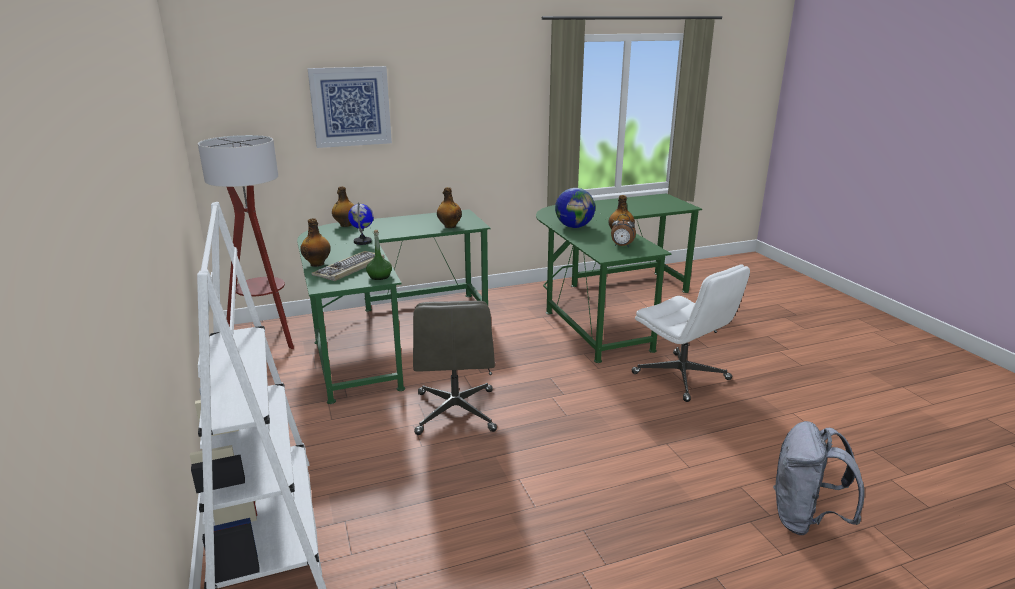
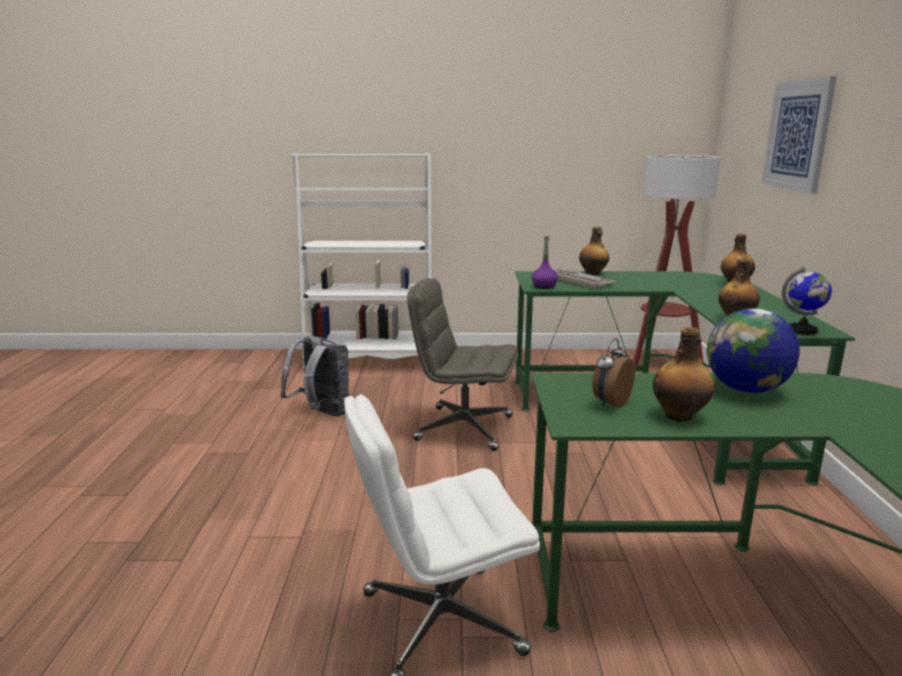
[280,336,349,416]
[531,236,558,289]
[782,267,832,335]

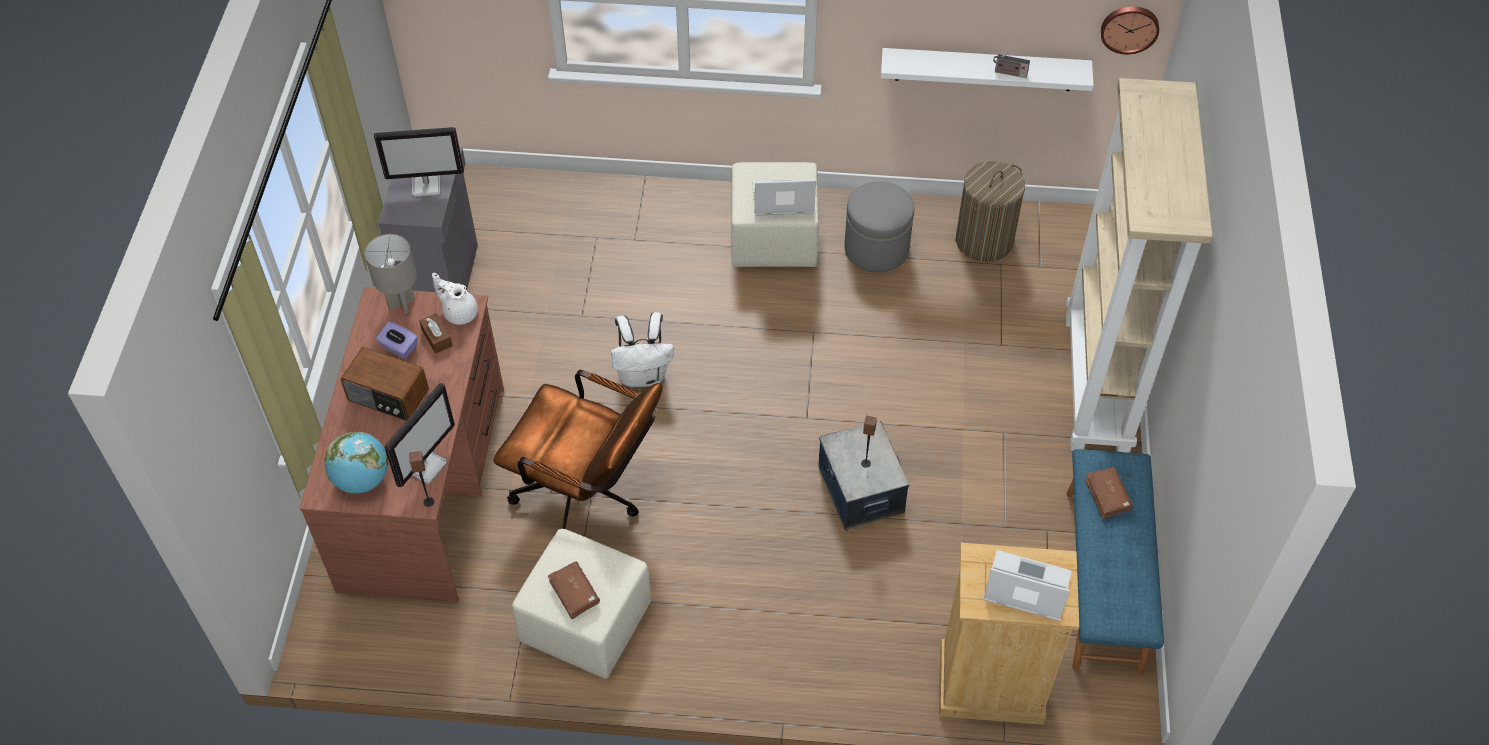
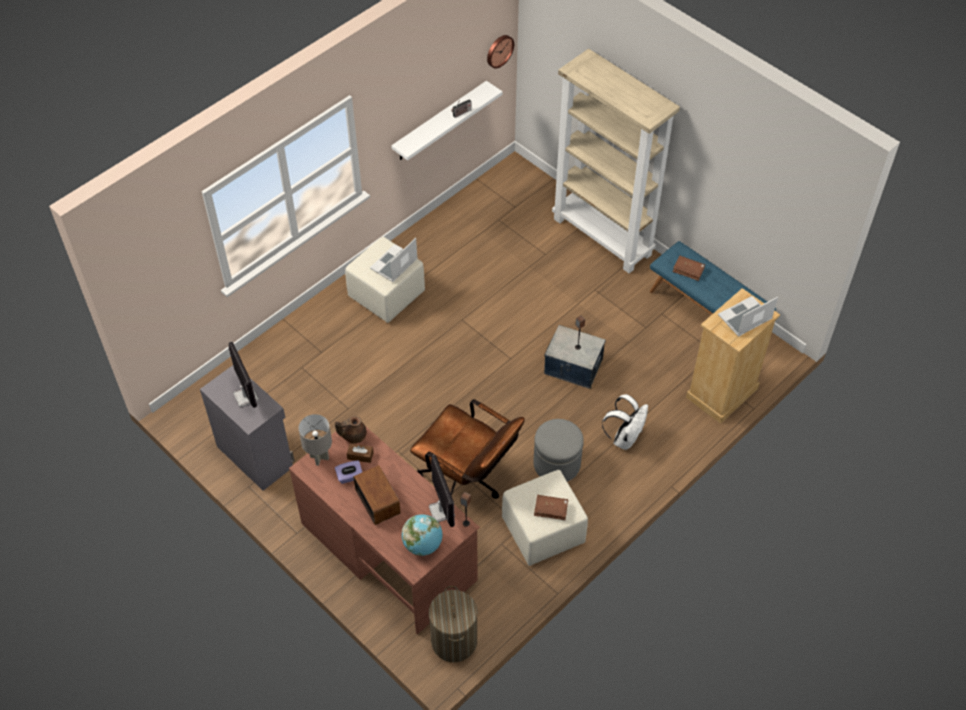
[229,342,258,408]
[335,416,367,444]
[353,465,401,525]
[410,399,525,499]
[429,586,477,662]
[533,419,584,482]
[602,394,648,450]

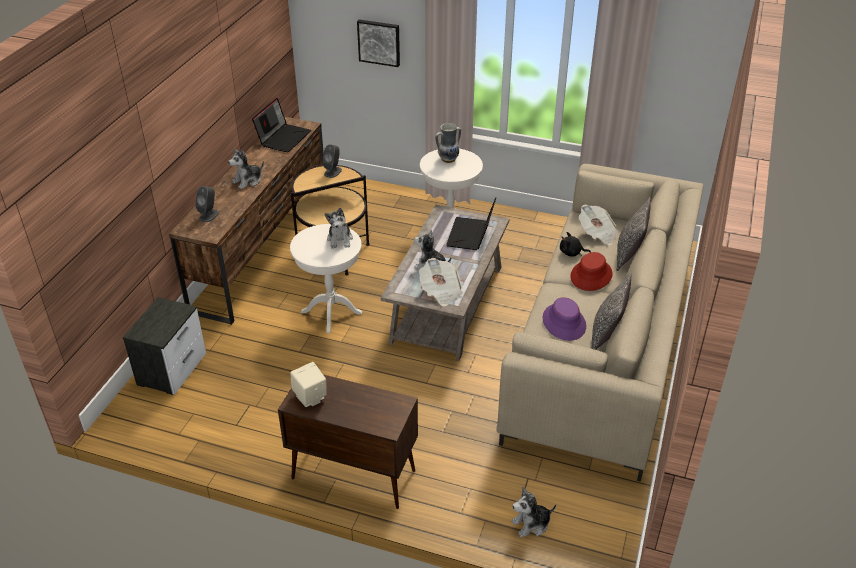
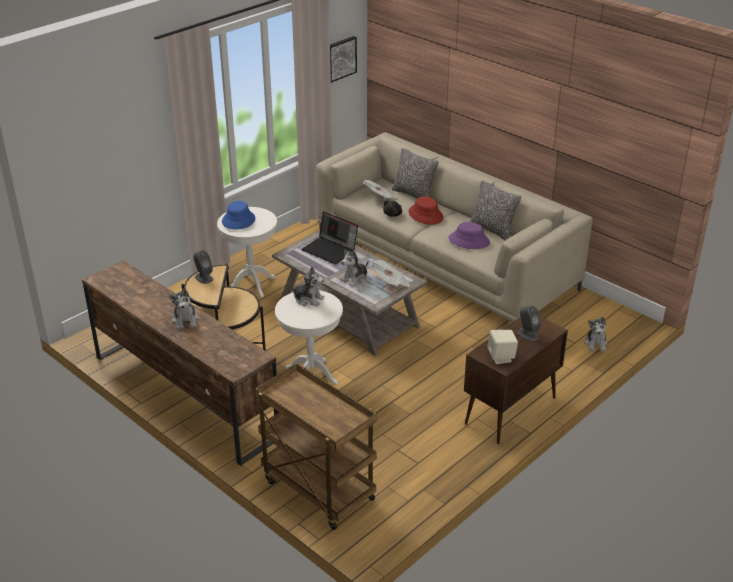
[222,201,255,230]
[255,363,377,530]
[330,36,357,83]
[517,306,541,341]
[252,98,311,152] (first image)

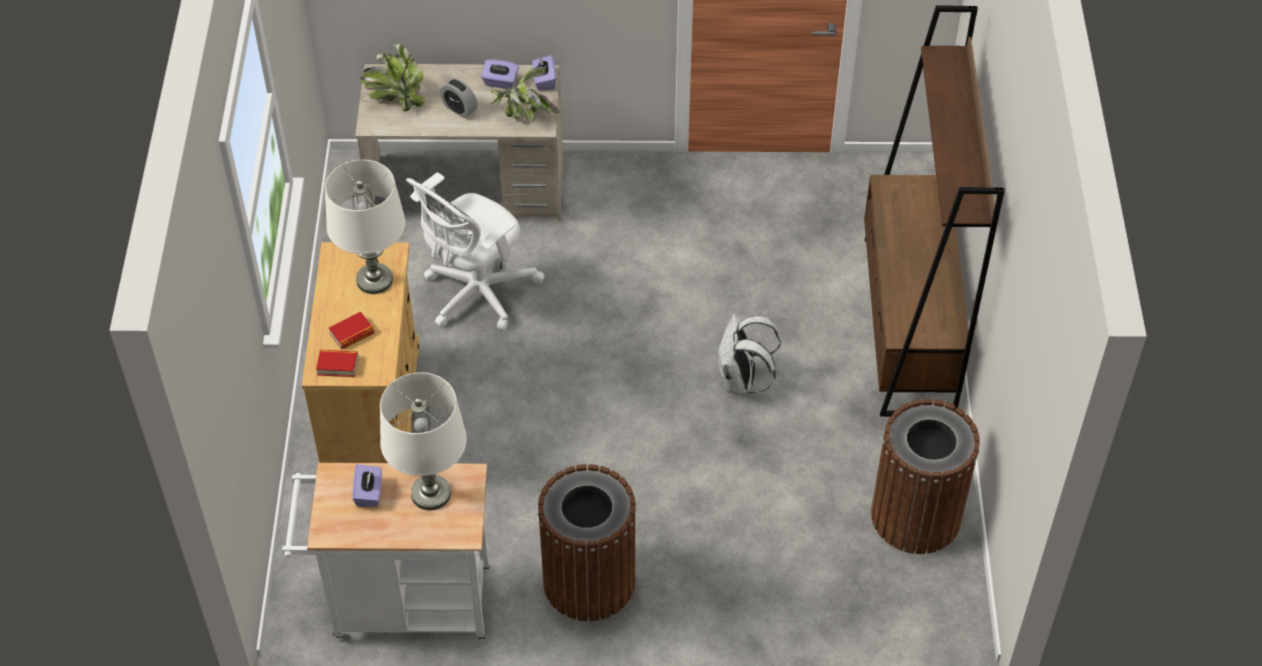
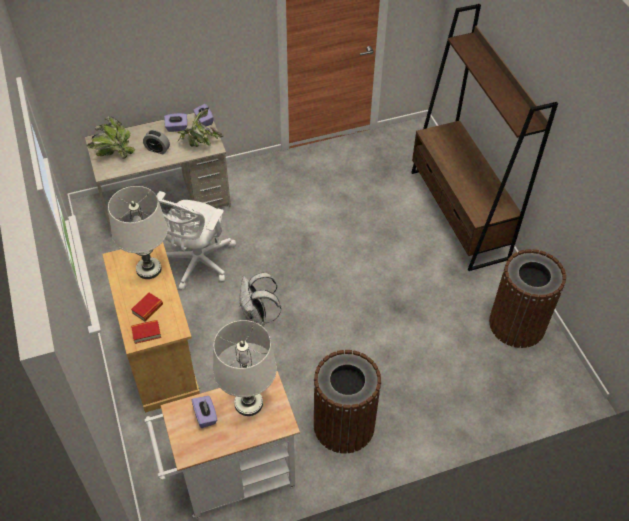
[239,272,281,326]

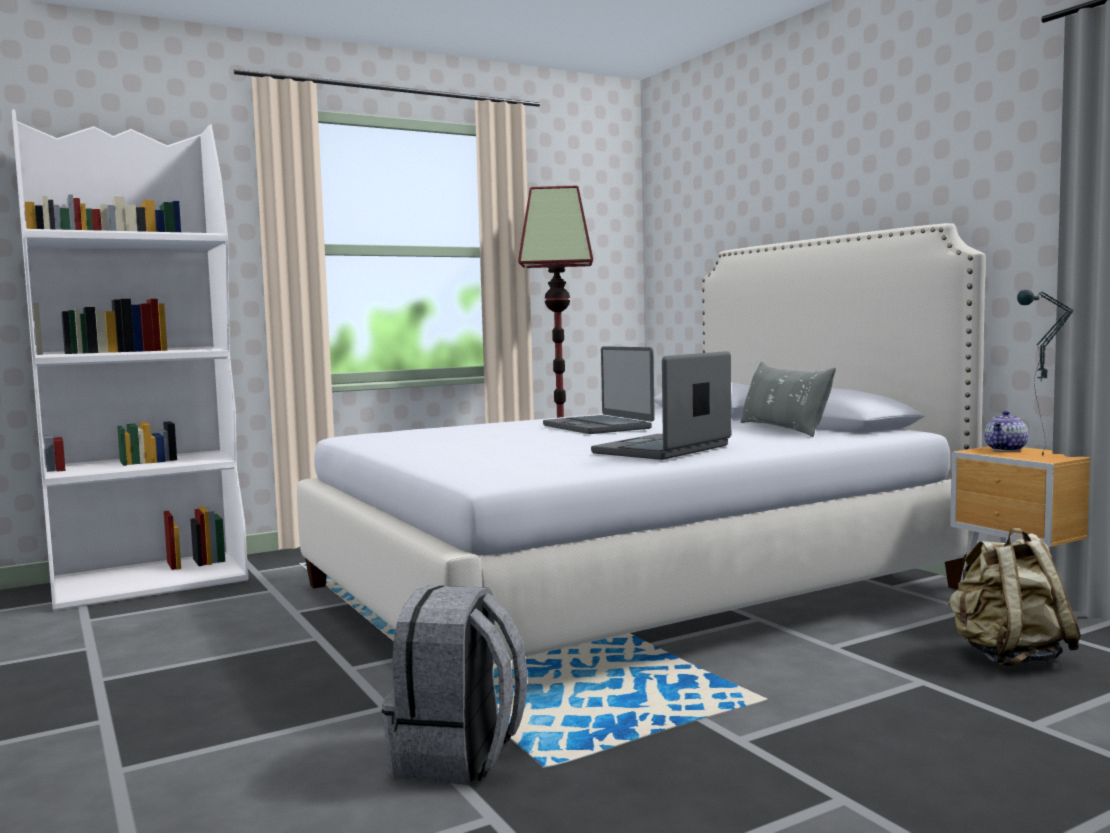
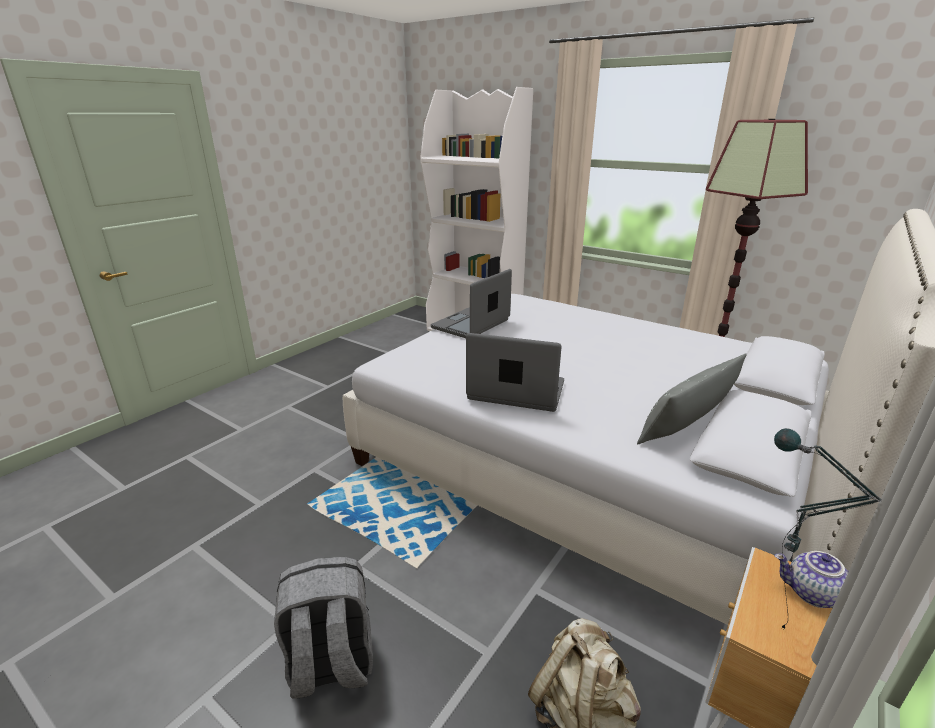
[274,557,373,699]
[431,269,512,338]

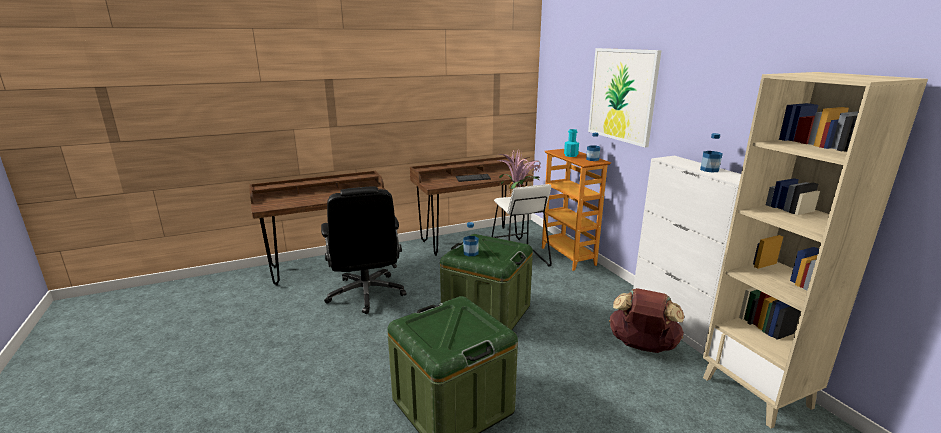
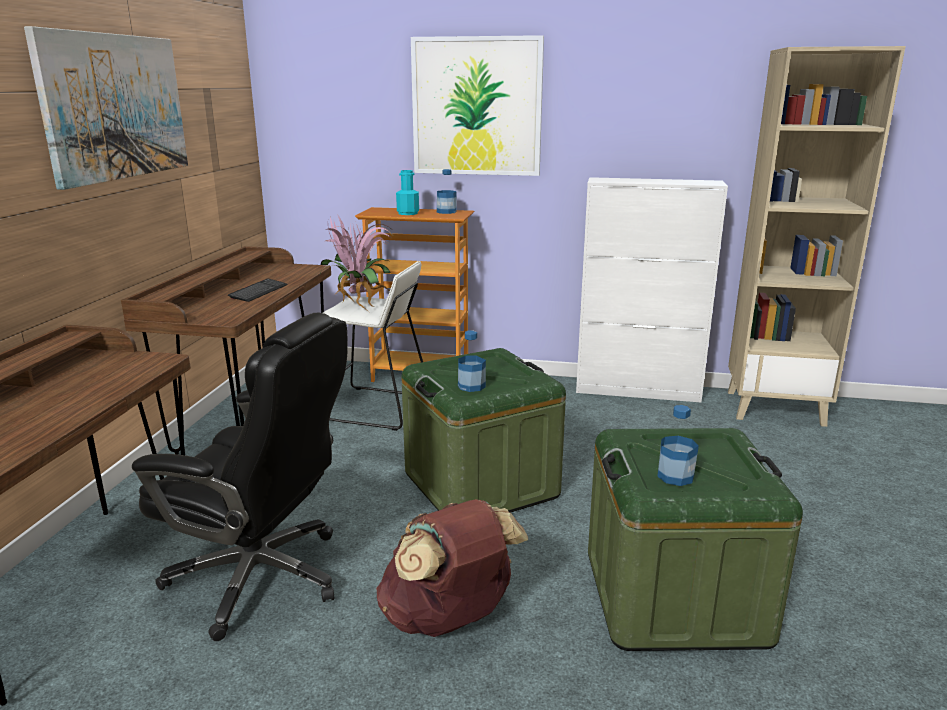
[24,26,188,190]
[376,499,528,637]
[657,405,699,486]

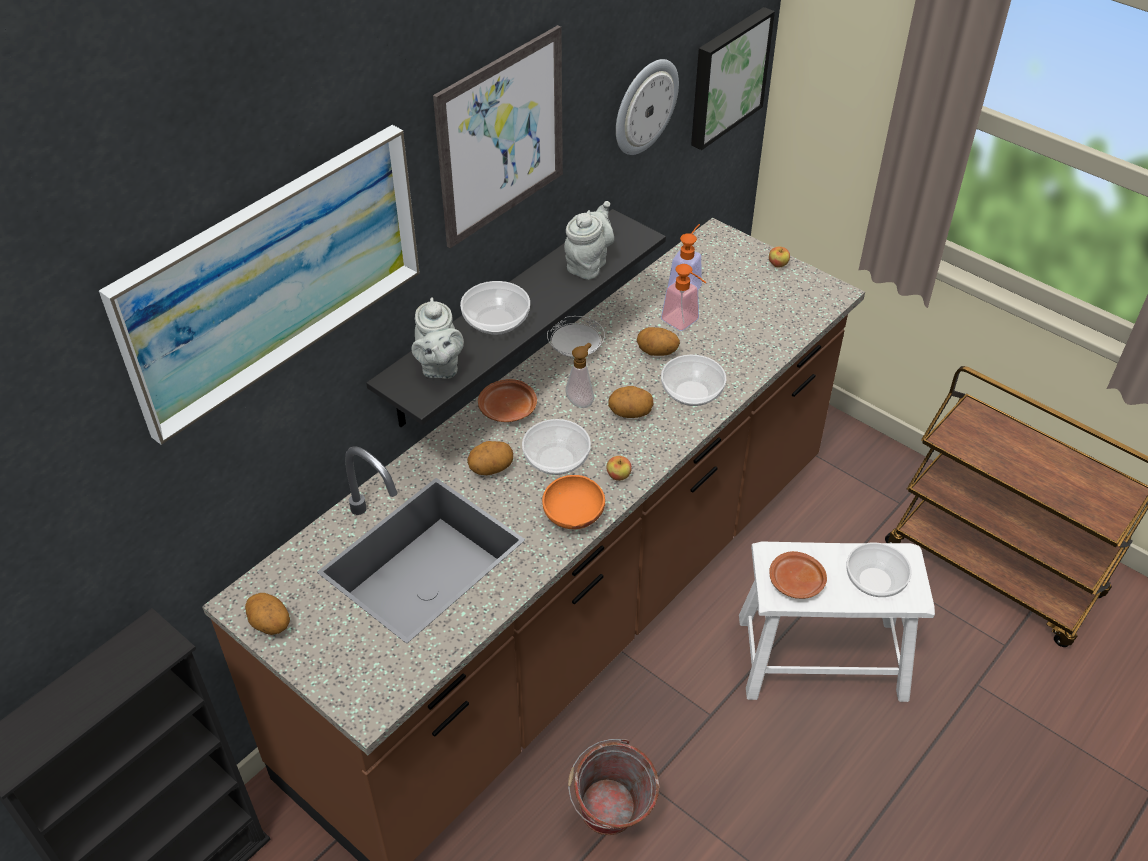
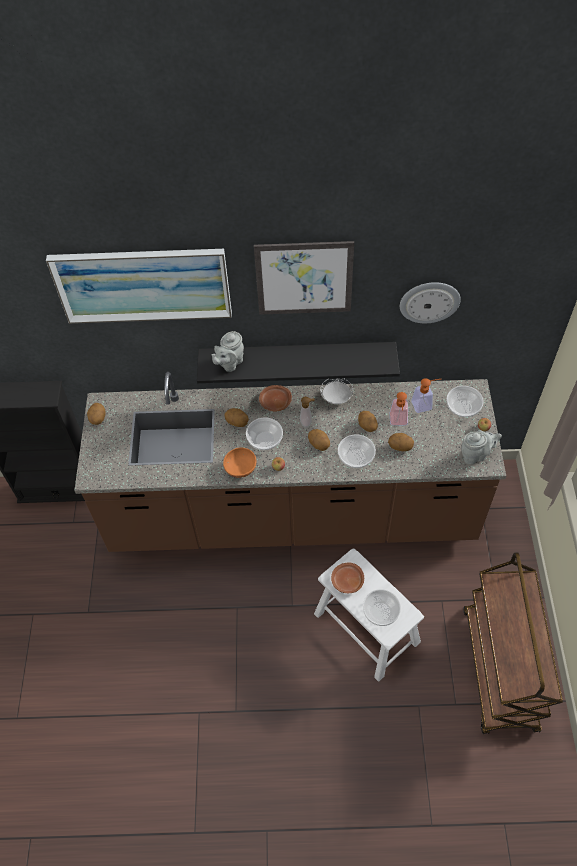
[388,433,414,451]
[447,386,484,417]
[461,430,502,465]
[568,739,659,835] (first image)
[691,7,775,150] (first image)

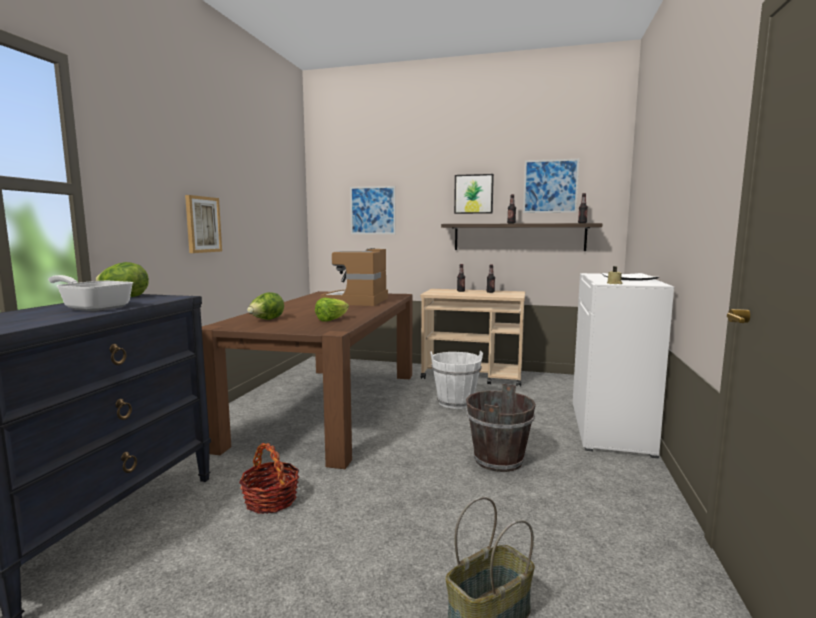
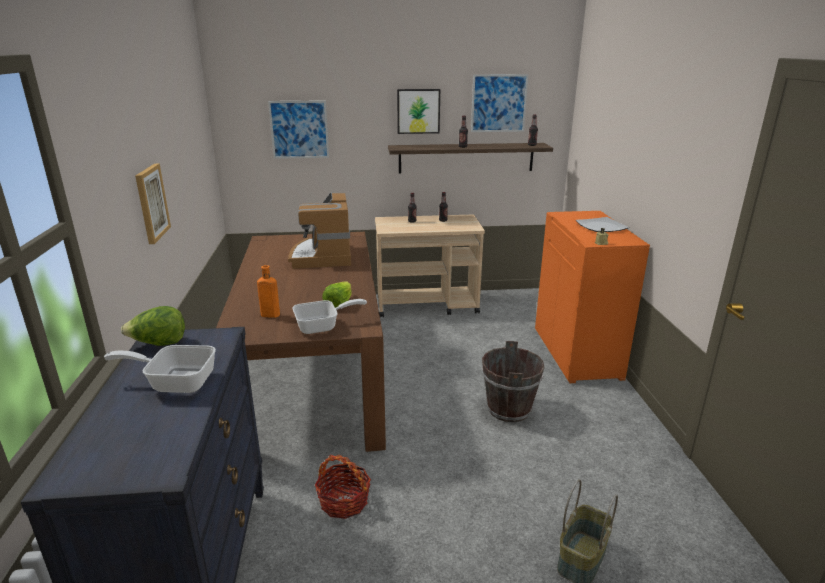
[257,265,280,318]
[292,299,367,334]
[535,211,650,383]
[430,351,483,409] (first image)

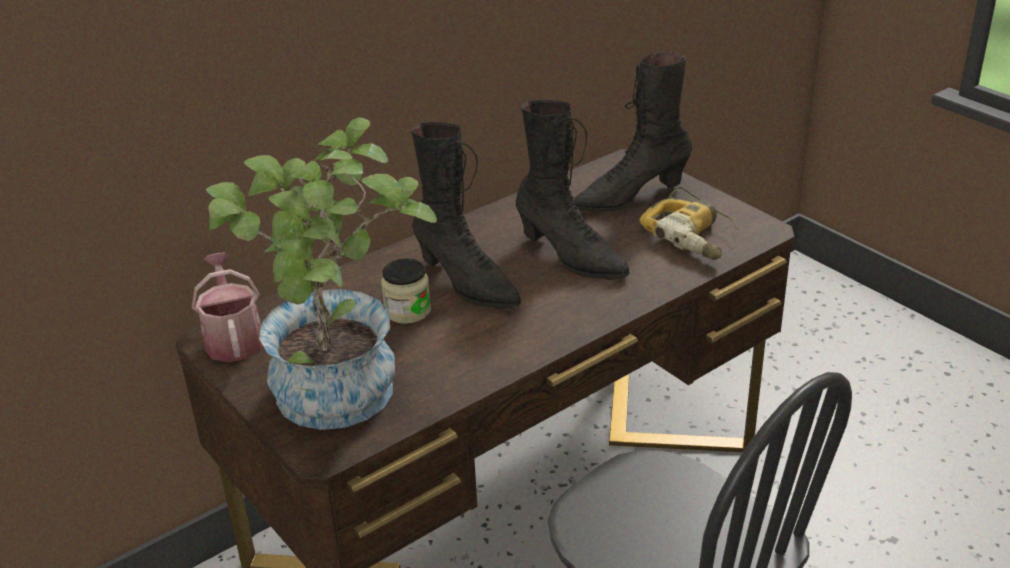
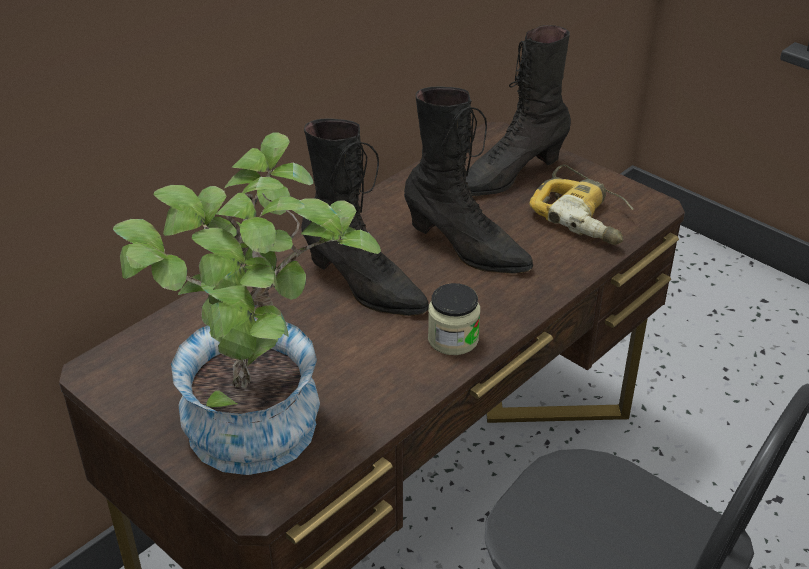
[428,283,480,355]
[192,252,262,362] (first image)

